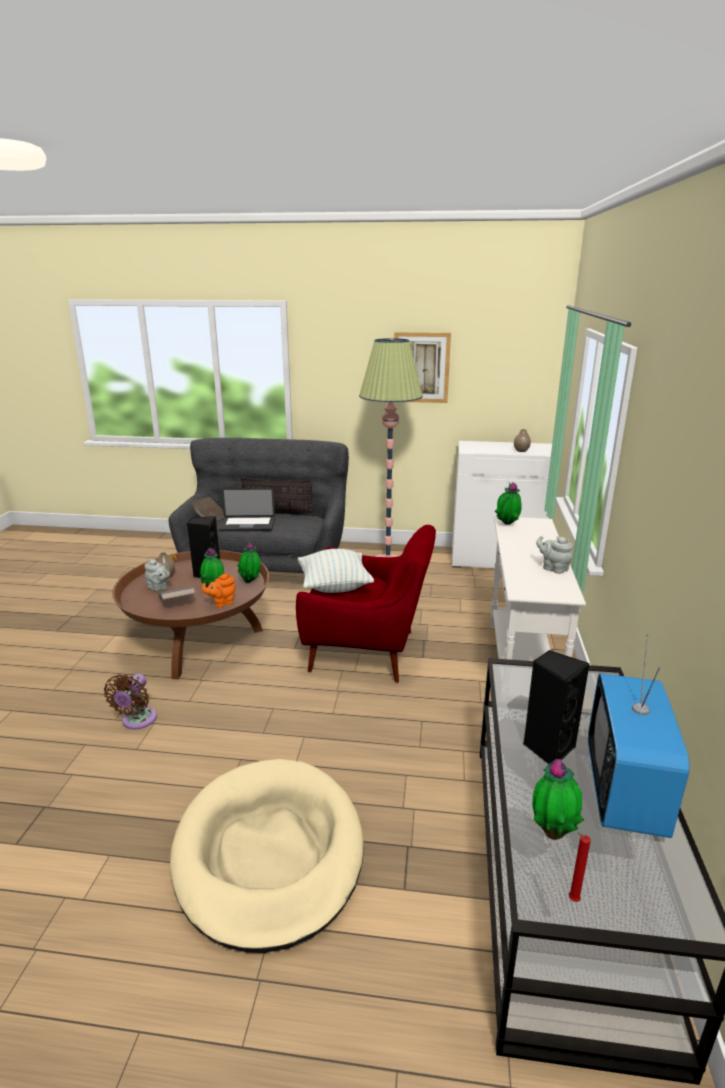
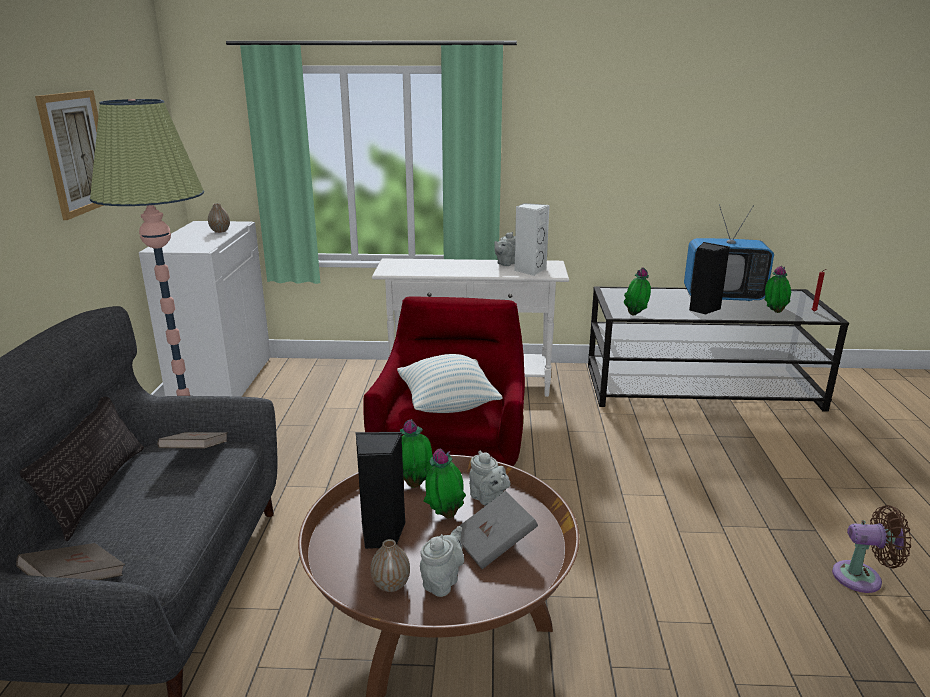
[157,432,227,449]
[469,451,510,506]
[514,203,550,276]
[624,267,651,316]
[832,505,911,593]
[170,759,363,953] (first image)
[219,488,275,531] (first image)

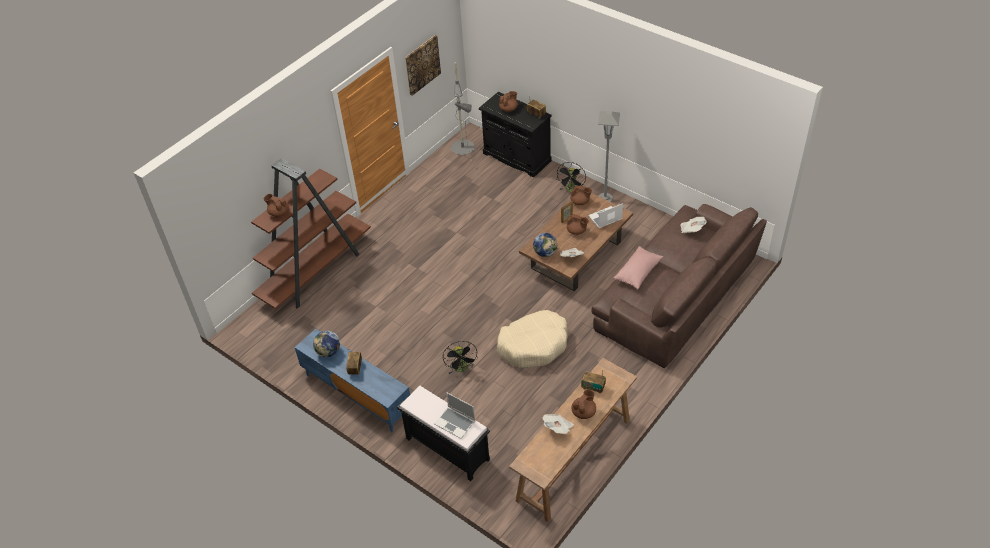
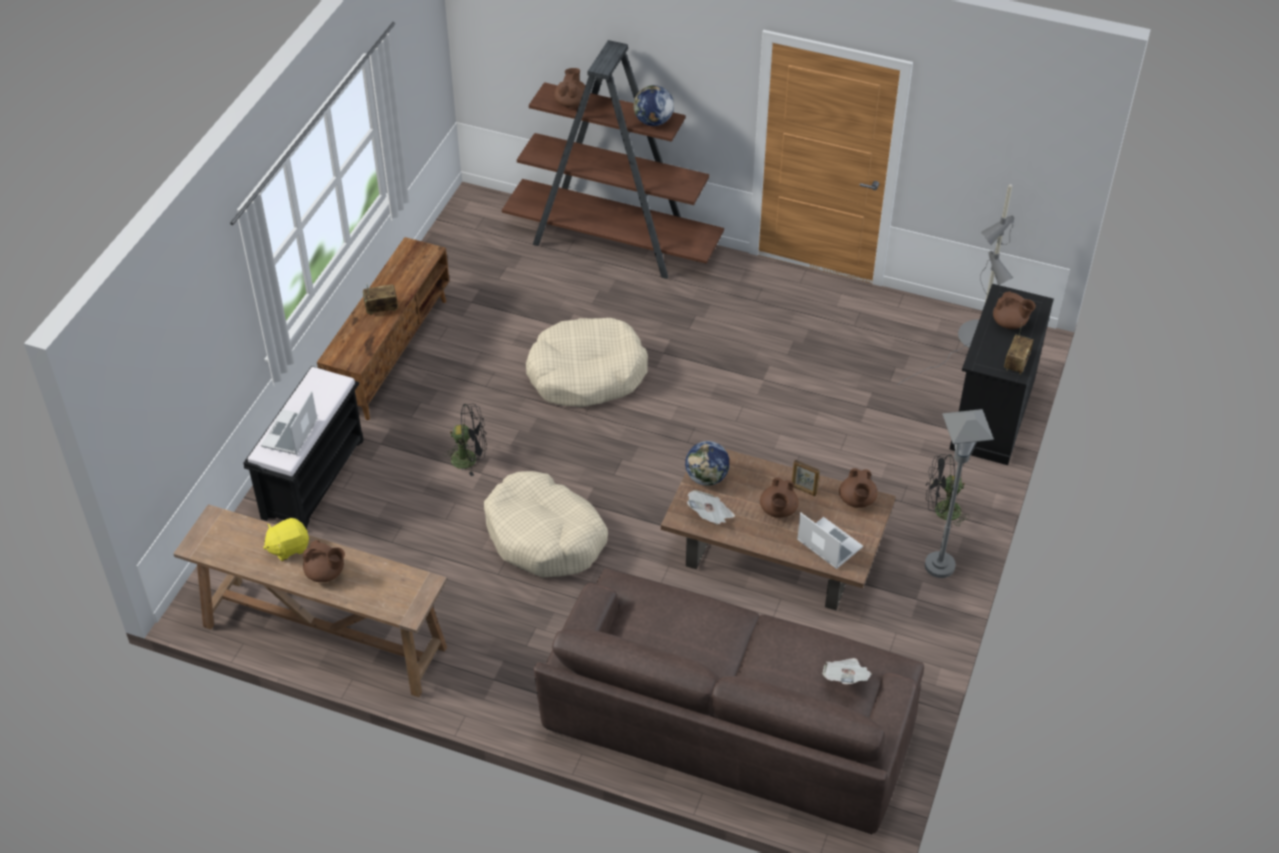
[263,518,309,561]
[317,237,449,420]
[444,404,487,476]
[526,318,648,407]
[633,85,674,126]
[405,35,441,96] (first image)
[581,370,606,393] (first image)
[613,246,663,289] (first image)

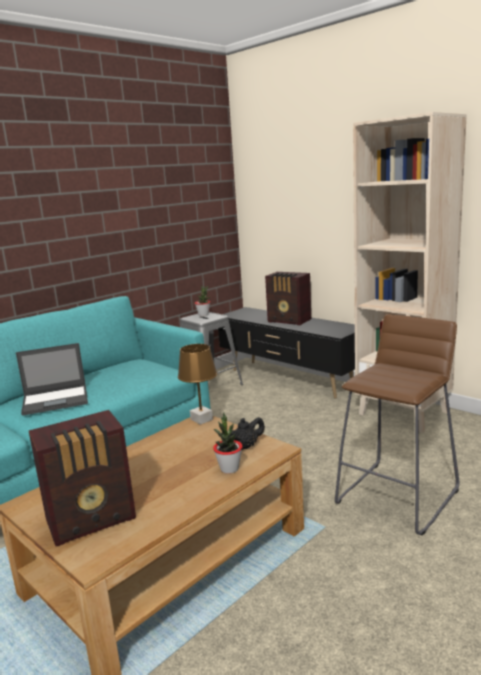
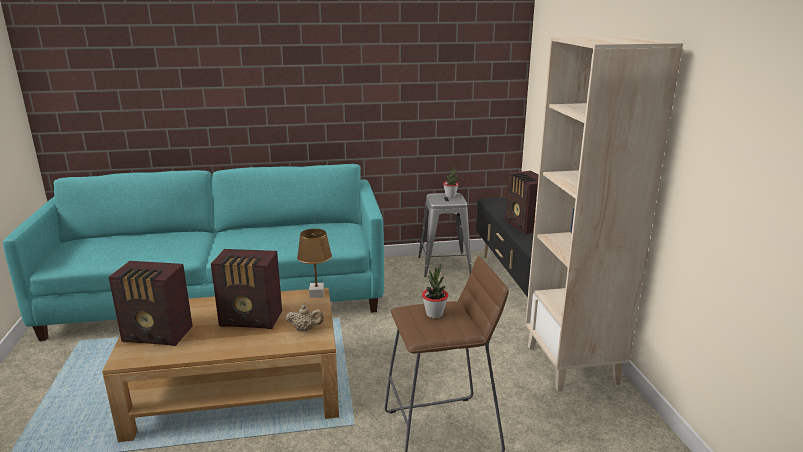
[211,249,282,329]
[286,305,324,331]
[422,264,448,318]
[16,343,88,416] (first image)

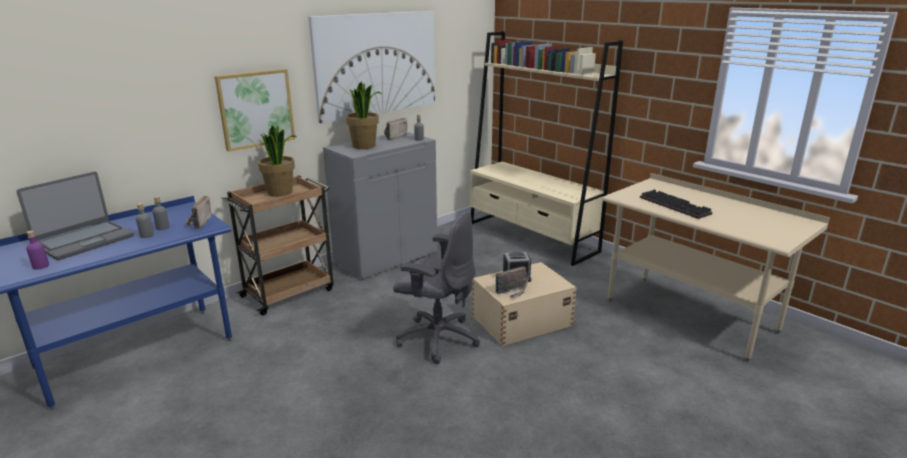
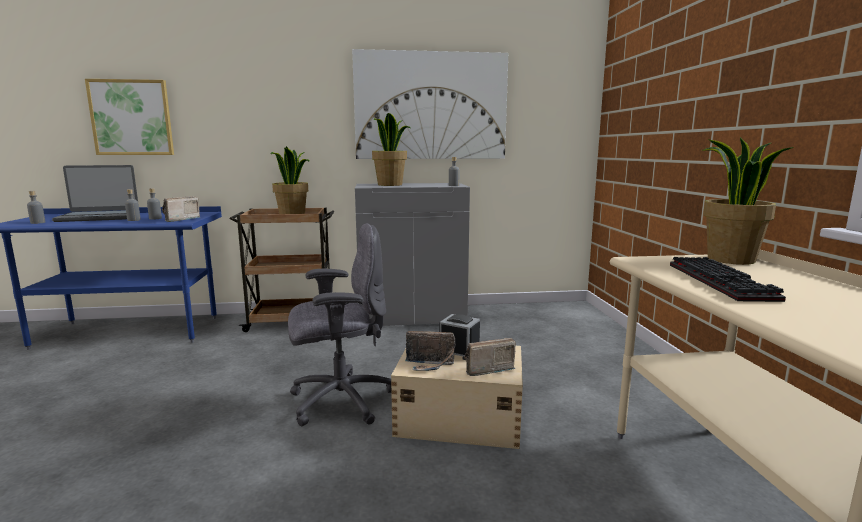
[27,191,45,224]
[85,79,174,155]
[288,223,391,426]
[464,338,516,376]
[702,137,794,265]
[470,31,623,266] (first image)

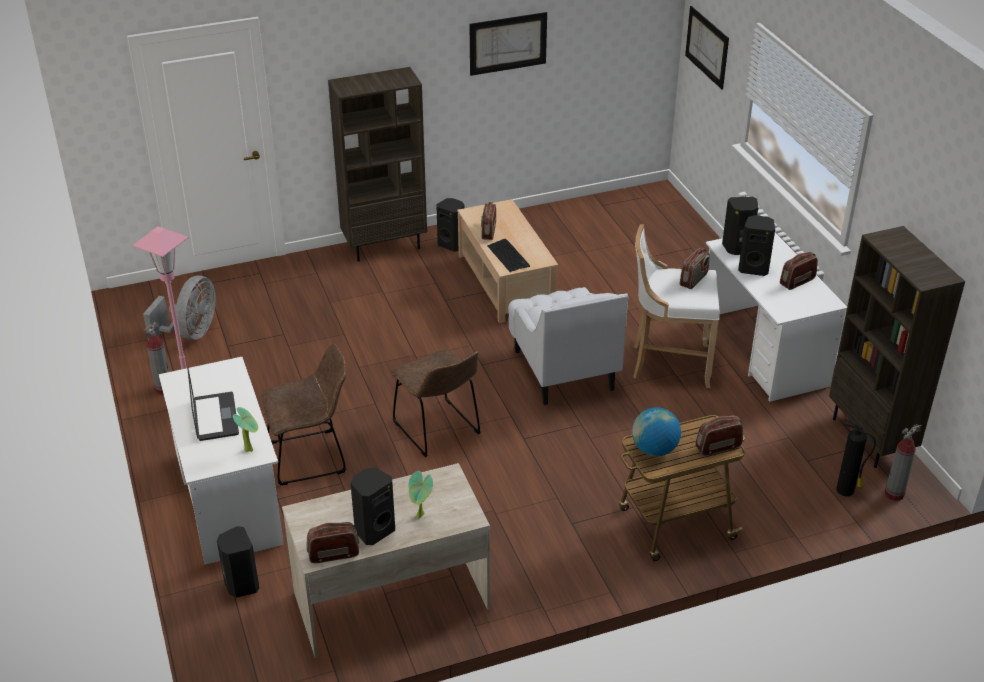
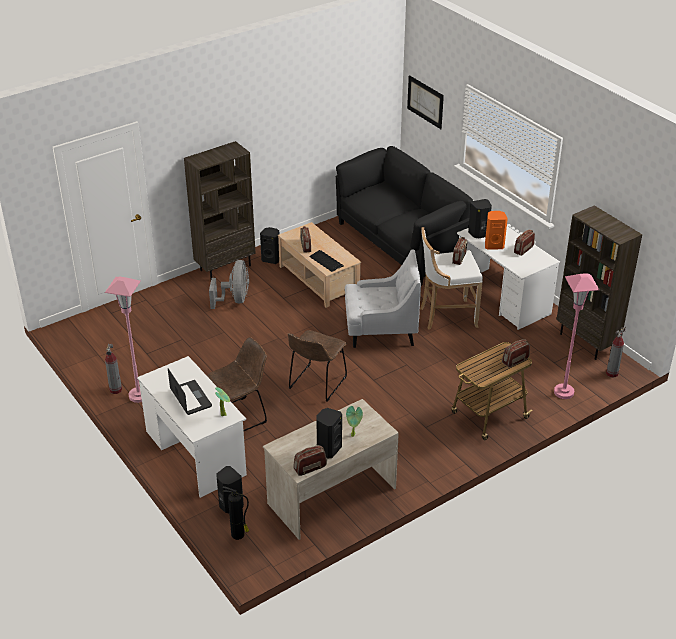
[209,260,249,309]
[223,486,249,540]
[288,330,347,402]
[336,146,473,286]
[345,249,421,348]
[485,211,508,250]
[554,273,600,399]
[470,12,547,76] (first image)
[632,407,681,456] (first image)

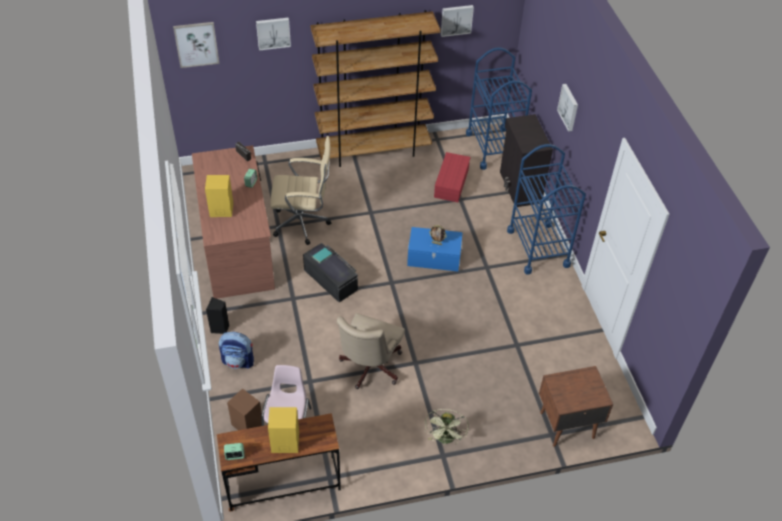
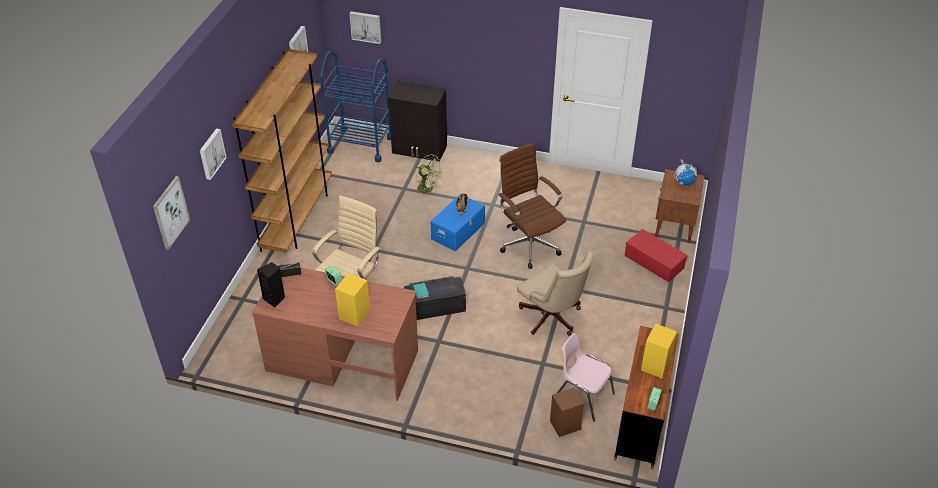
[257,262,285,308]
[349,11,381,44]
[416,154,444,198]
[498,143,566,269]
[624,229,688,282]
[674,160,697,185]
[219,332,254,369] (first image)
[507,144,586,275] (first image)

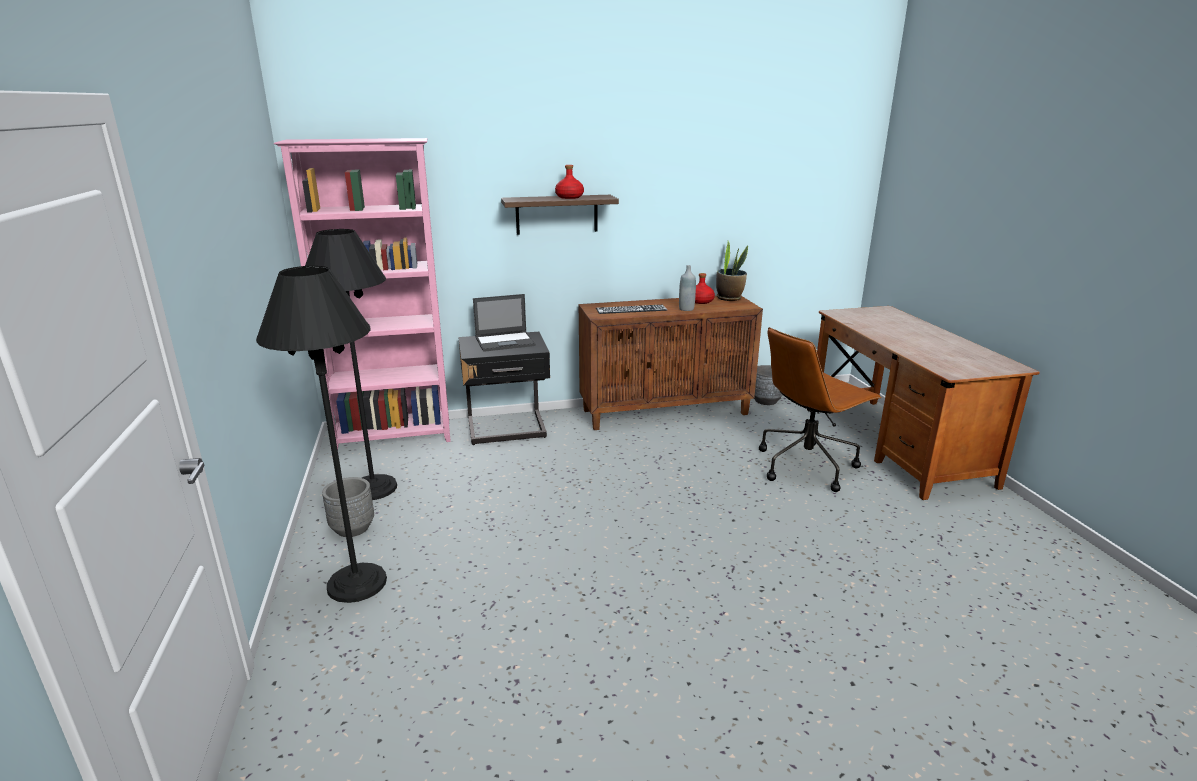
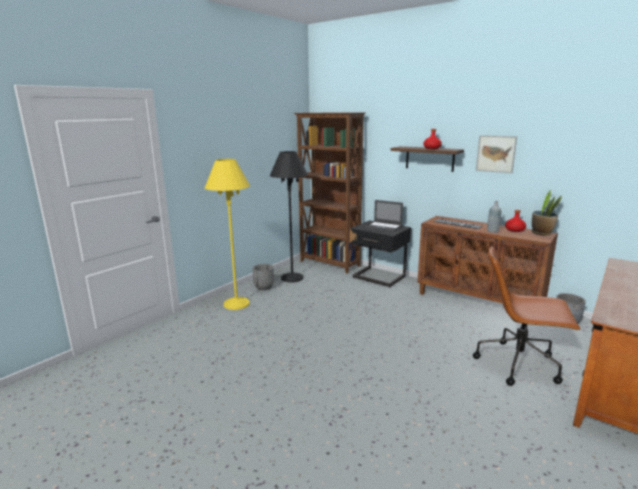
[205,159,250,310]
[294,112,366,273]
[476,135,517,173]

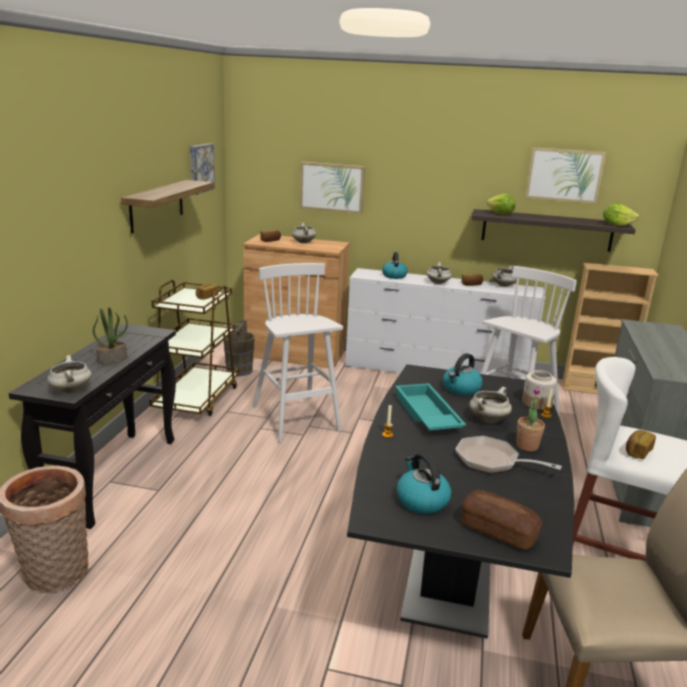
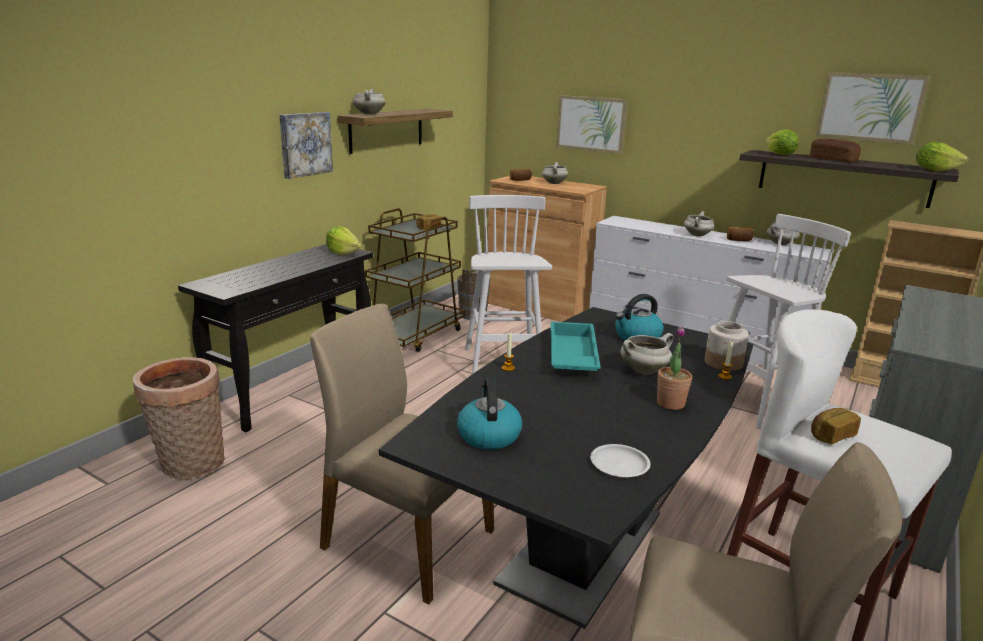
[279,112,333,179]
[310,304,494,604]
[326,226,361,255]
[353,89,386,115]
[590,444,651,477]
[810,139,861,162]
[93,308,128,364] (first image)
[382,252,408,279] (first image)
[455,436,562,473] (first image)

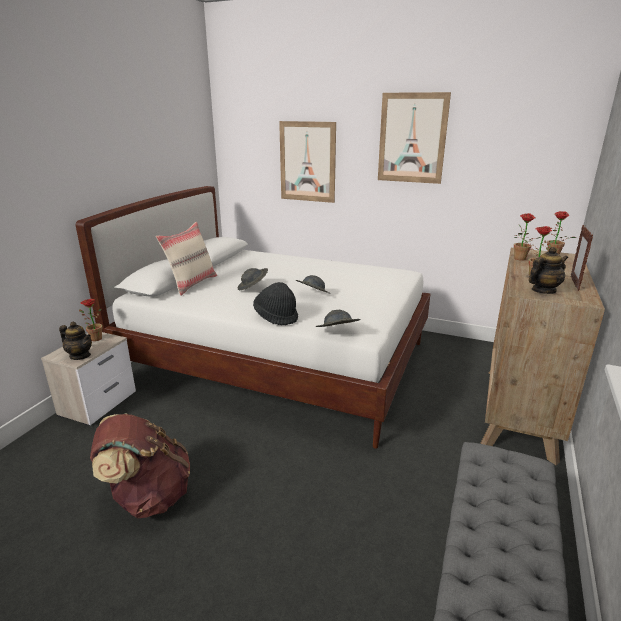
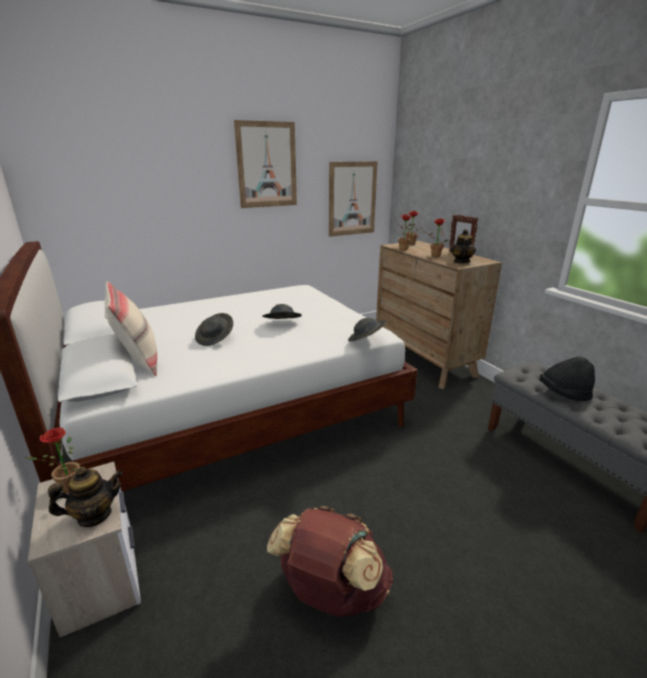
[329,161,377,237]
[540,357,595,401]

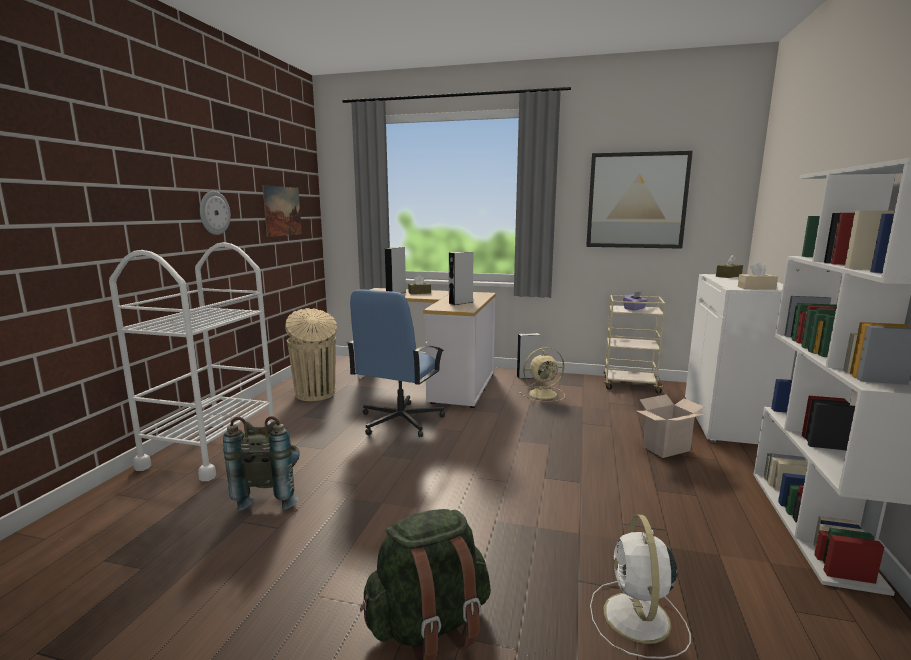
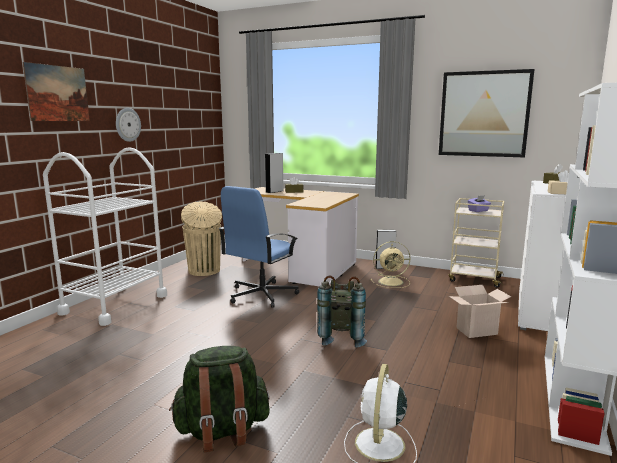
[22,62,90,121]
[317,275,367,348]
[449,251,473,305] (first image)

